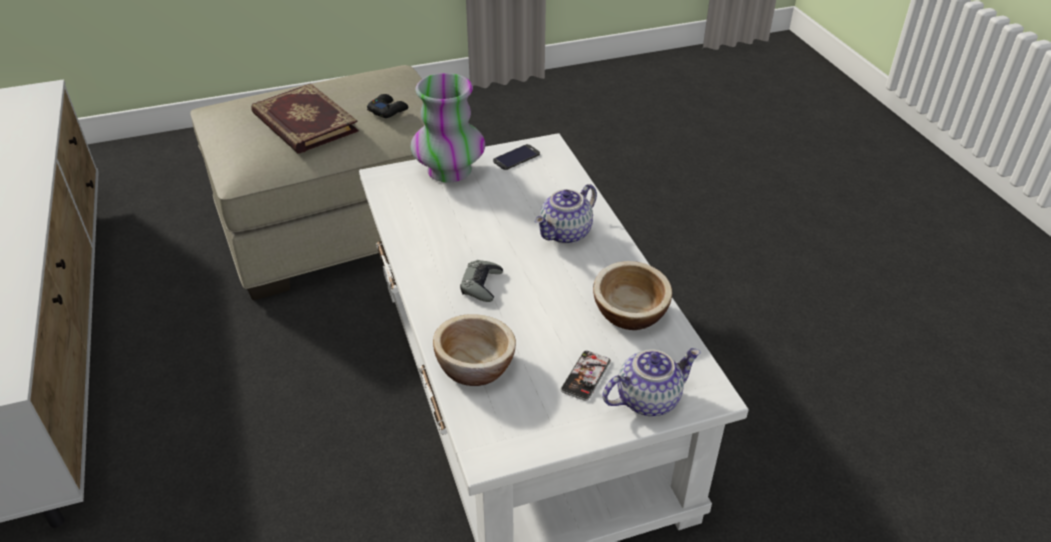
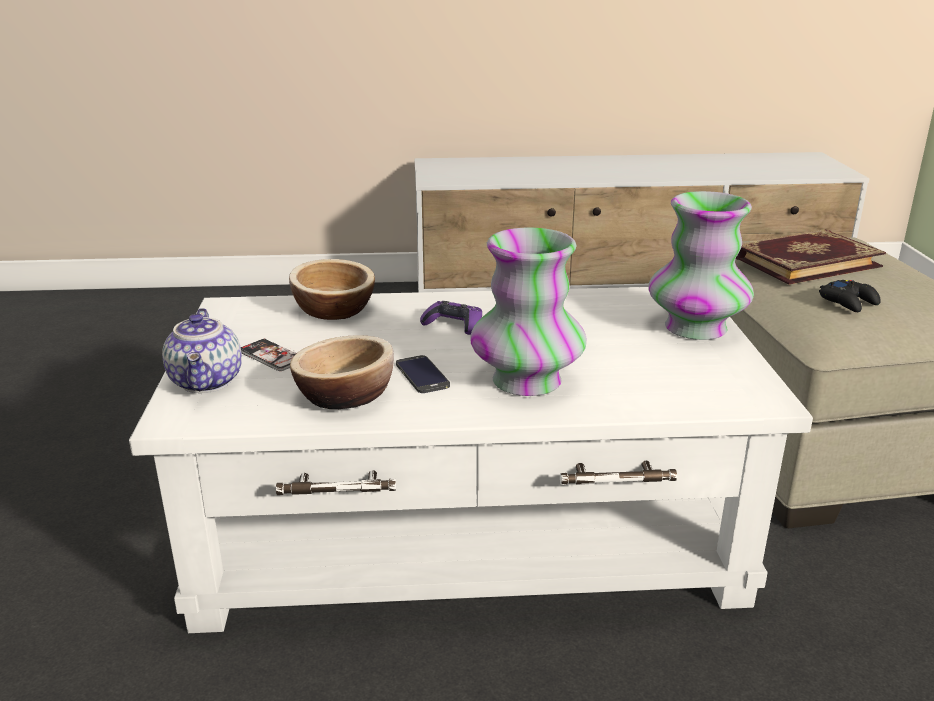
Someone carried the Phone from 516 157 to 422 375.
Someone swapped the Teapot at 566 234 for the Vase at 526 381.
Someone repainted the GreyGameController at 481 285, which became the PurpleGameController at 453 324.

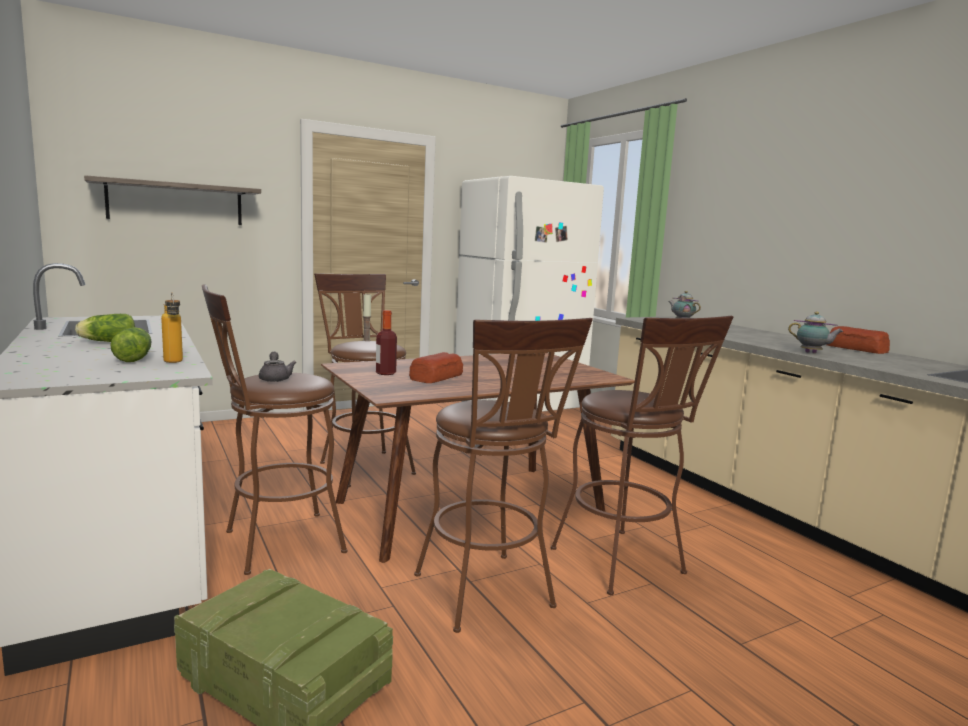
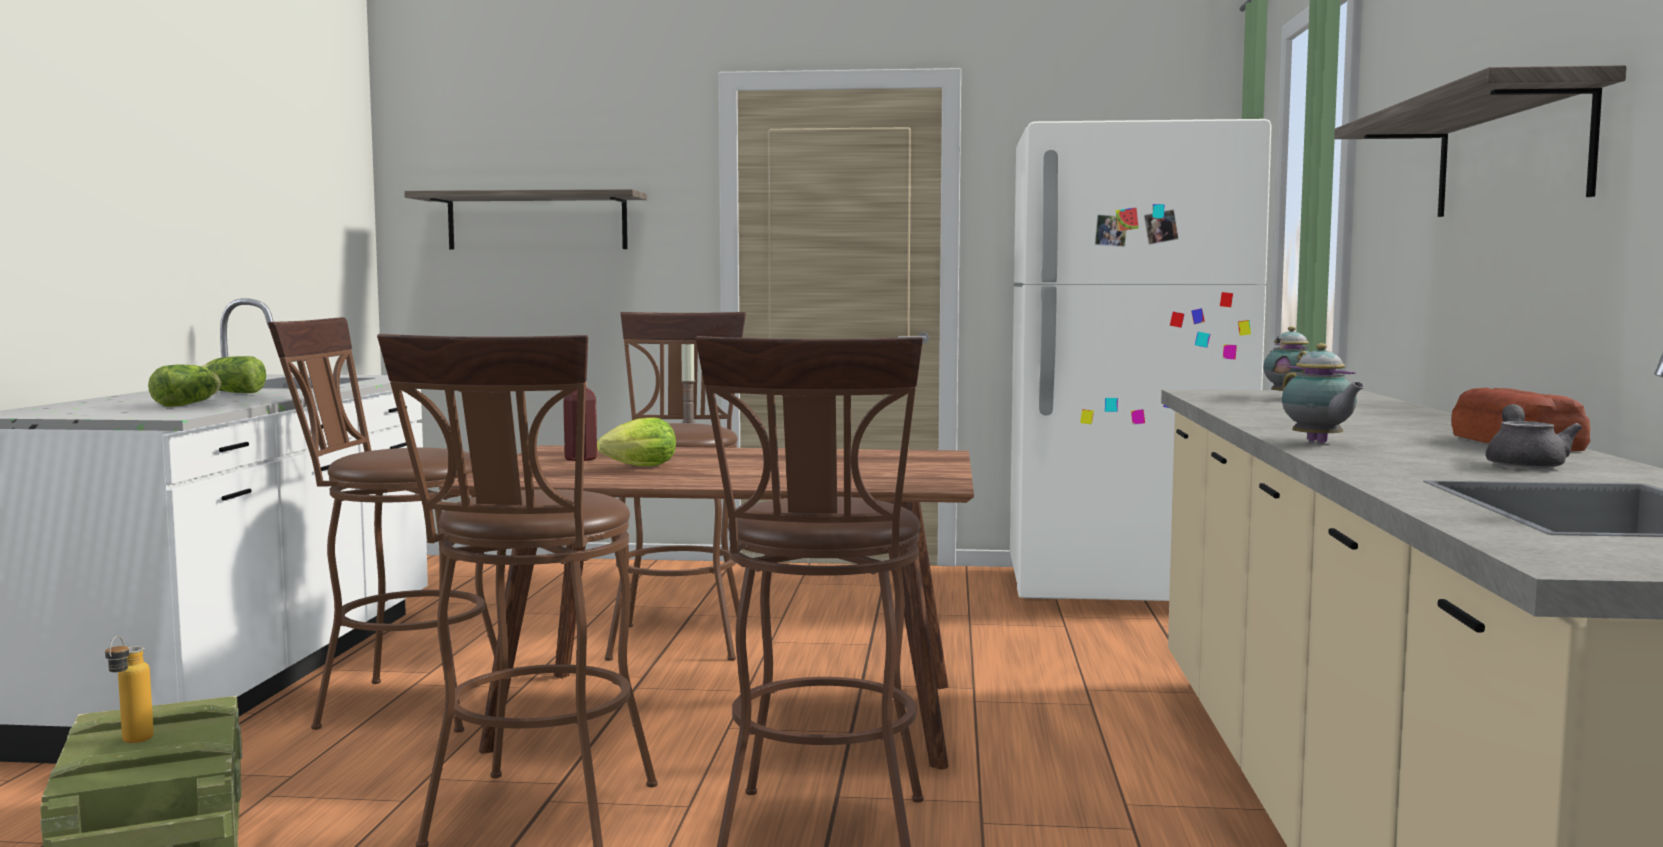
Someone put up the Shelf at 1510 154.
Someone carried the Bottle from 174 362 to 131 743.
Someone carried the GreyTeapot from 275 378 to 1524 464.
Someone swapped the Bread at 437 377 for the Lettuce at 636 467.

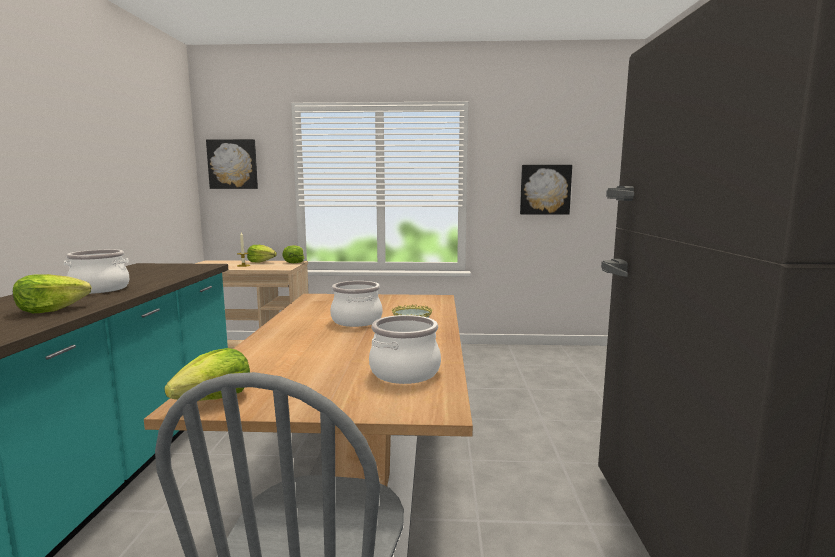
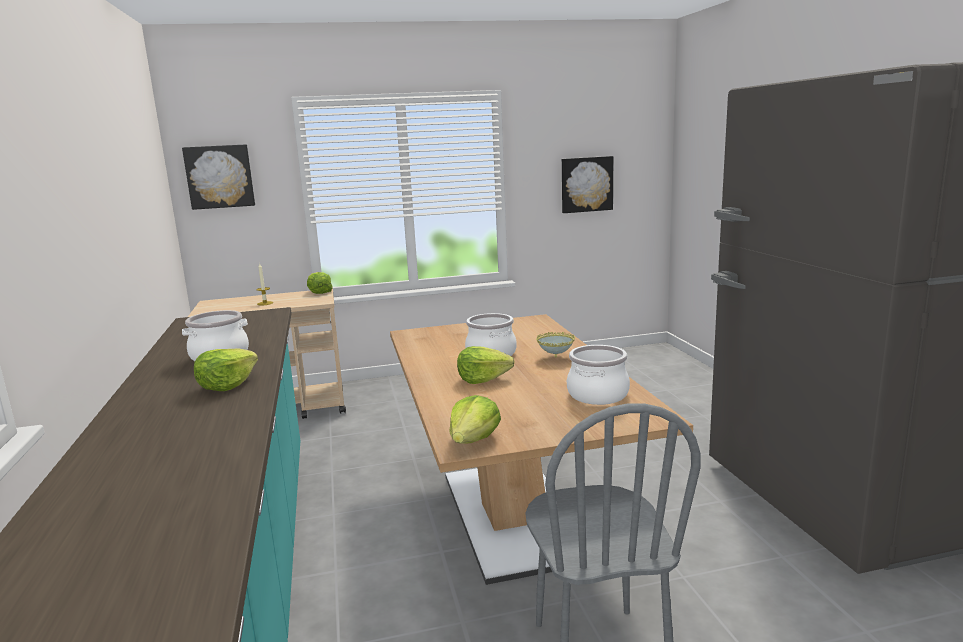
Someone carried the Lettuce from 261 262 to 483 379.

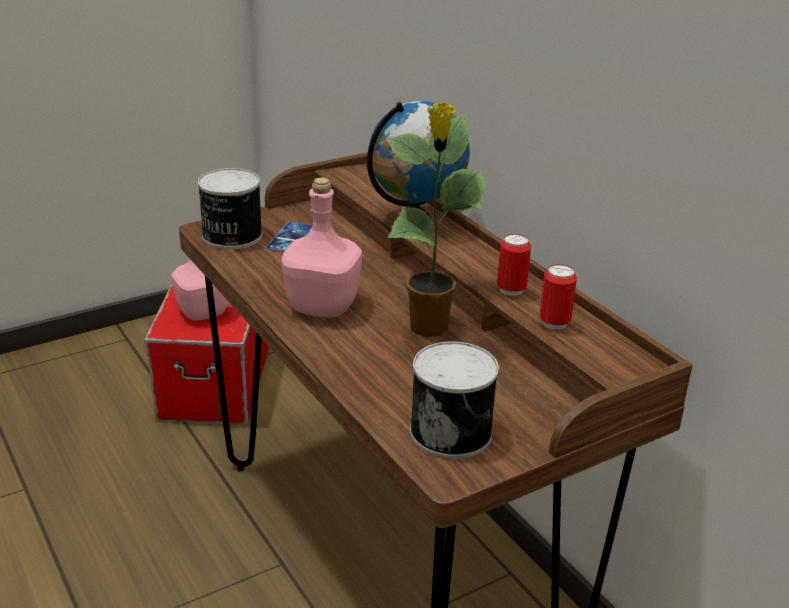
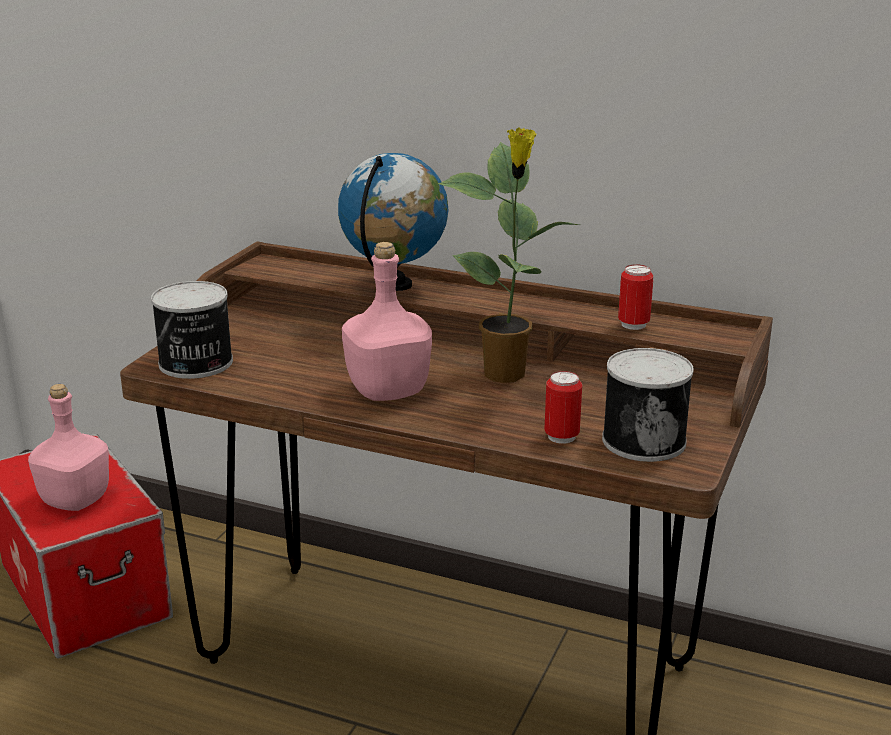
Someone took away the Phone at 290 238.
Someone carried the Can from 511 289 to 561 437.

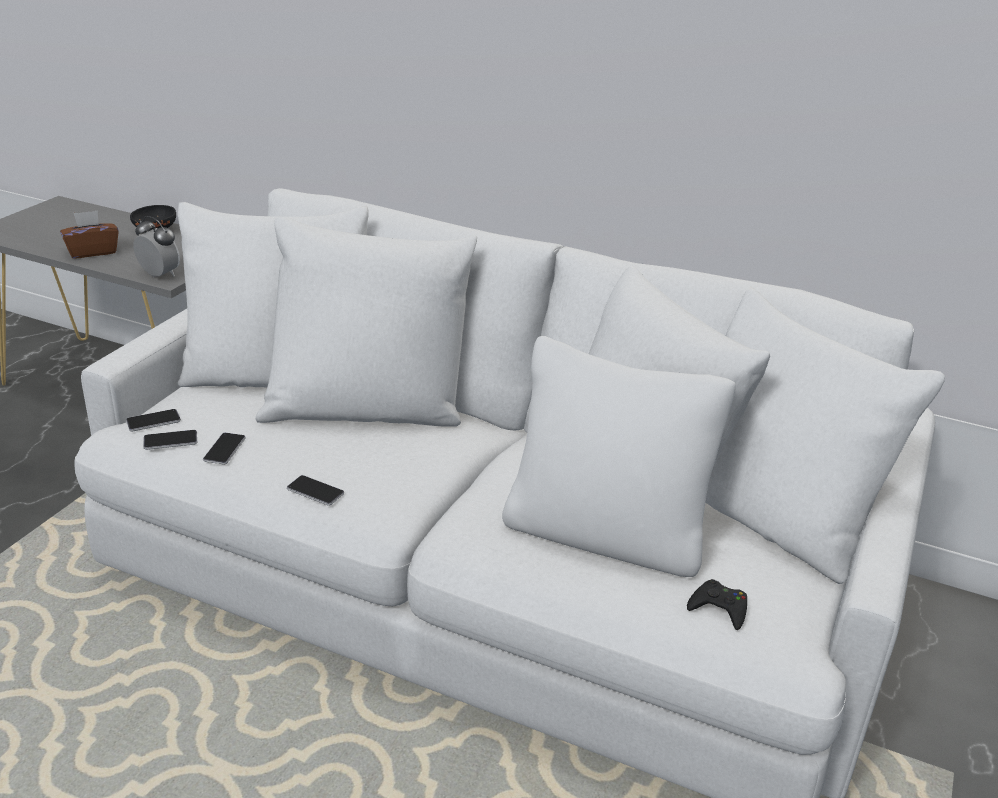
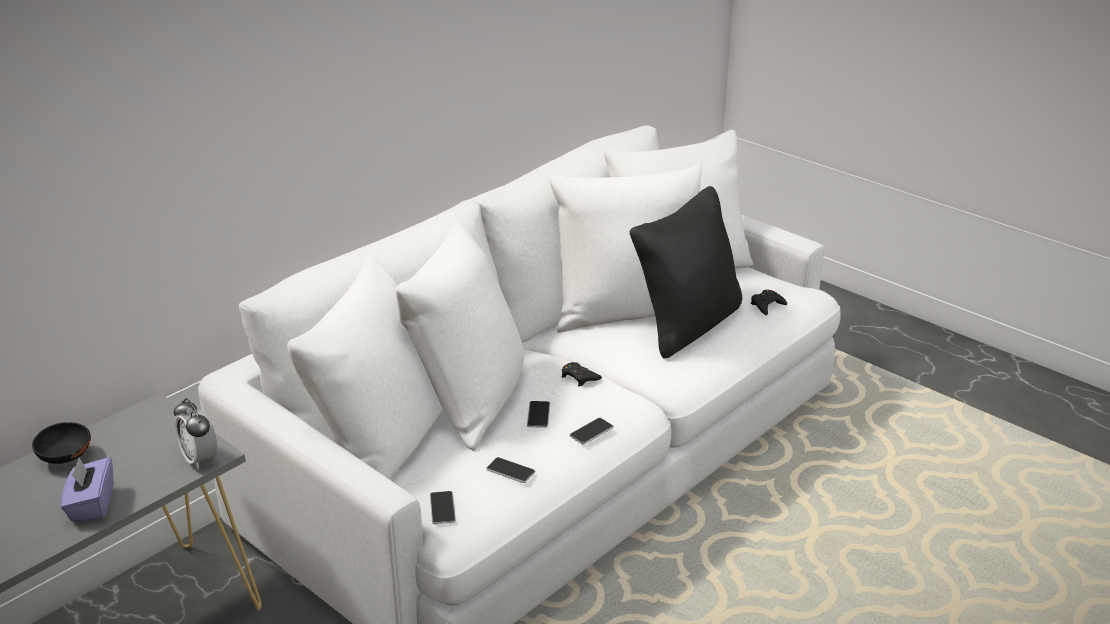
Someone put down the BlackGameController at 579 377.
Someone carried the Phone from 170 441 to 538 415.
Someone repainted the BrownTissueBox at 92 251, which became the PurpleTissueBox at 91 505.
Someone repainted the WhitePillow at 605 534, which became the BlackPillow at 686 325.
Someone rotated the AlarmClock at 159 275 by 90 degrees counterclockwise.

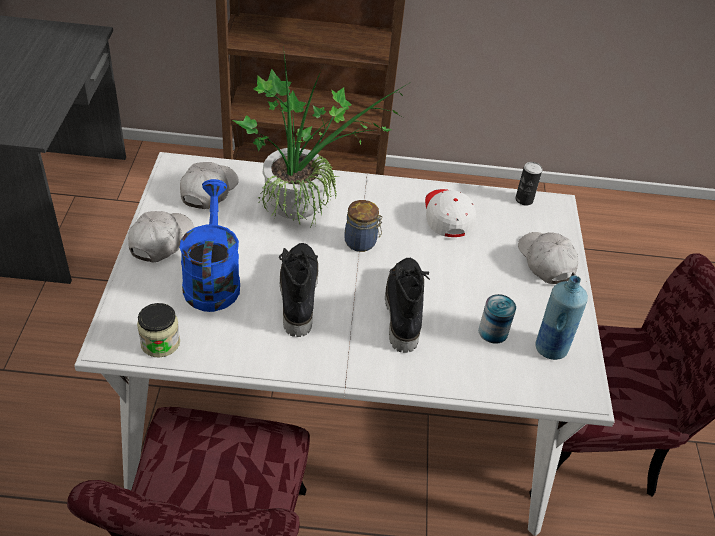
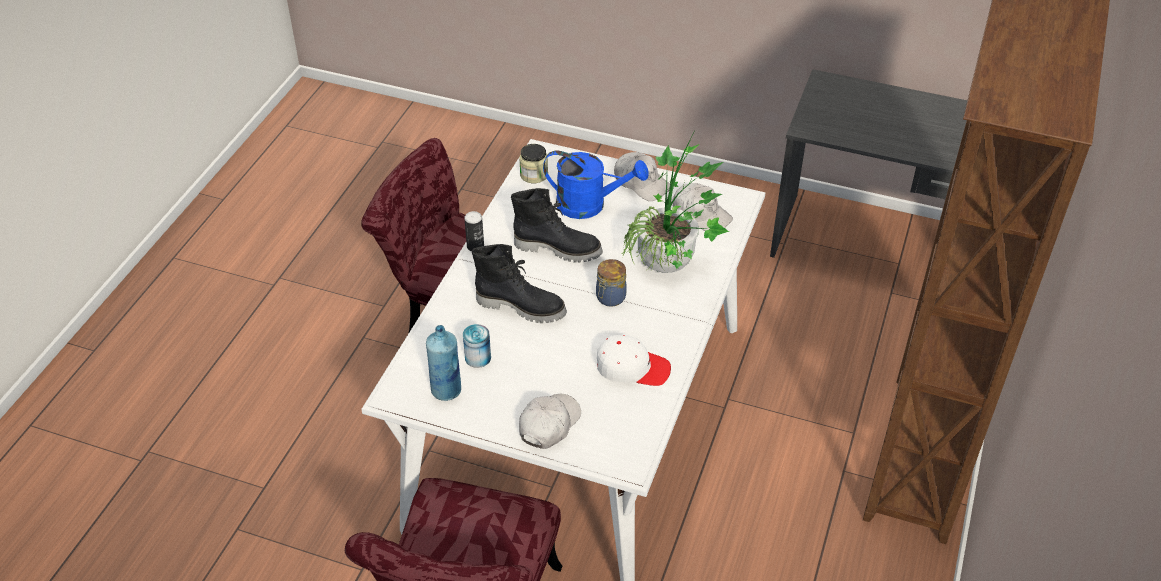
Someone carried the Can from 524 200 to 475 246.
Someone rotated the WhiteCap at 545 261 by 60 degrees counterclockwise.

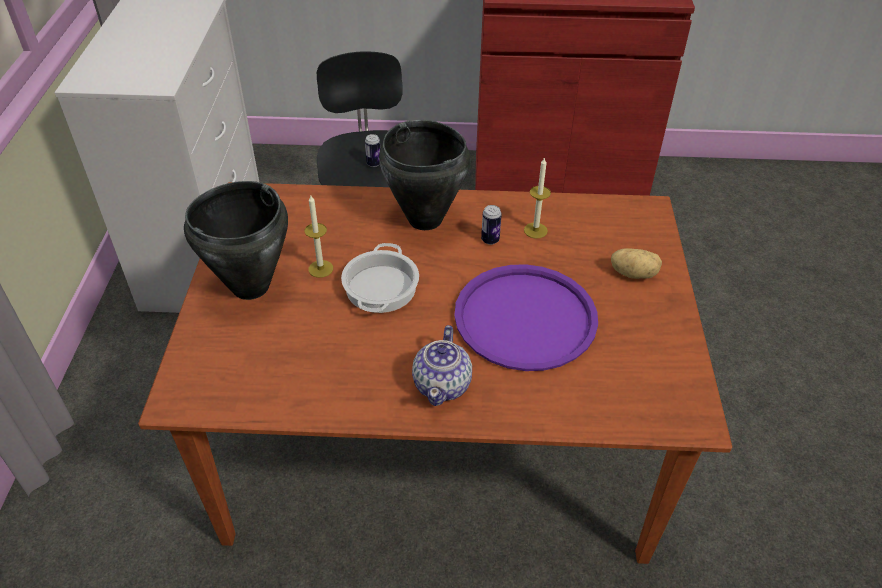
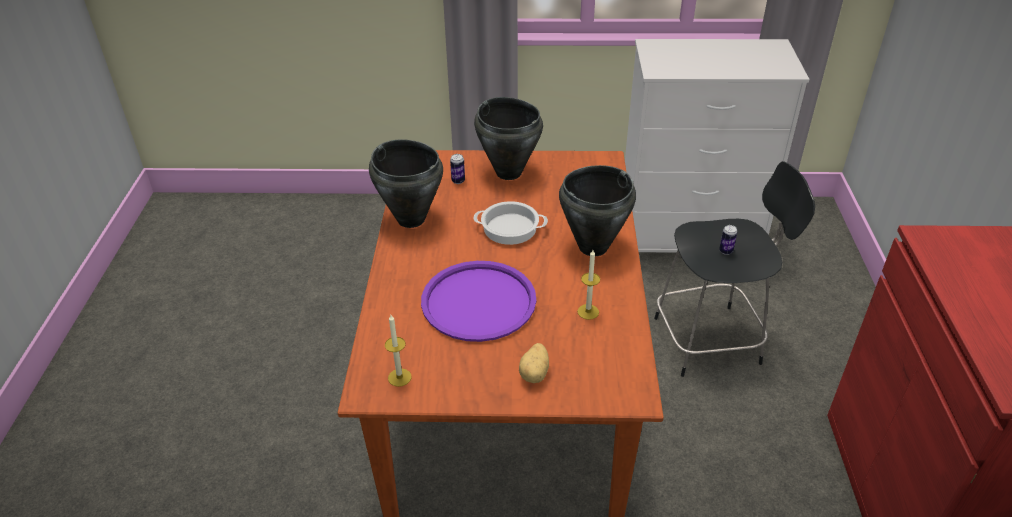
Someone took away the Teapot at 443 384.
Someone put down the BlackCookingPot at 411 219.
Someone carried the Candle from 320 269 to 399 377.
Someone carried the Can from 490 240 to 458 181.

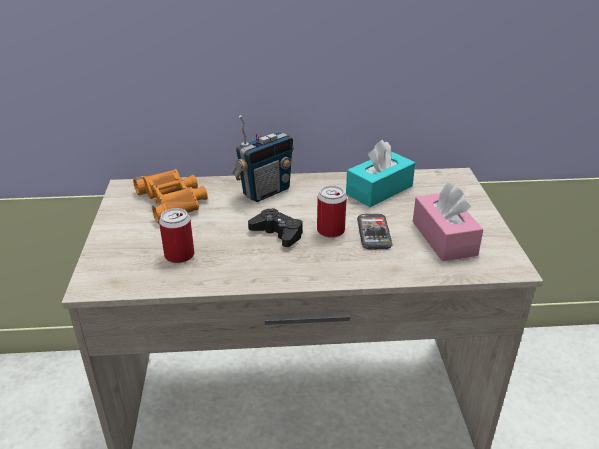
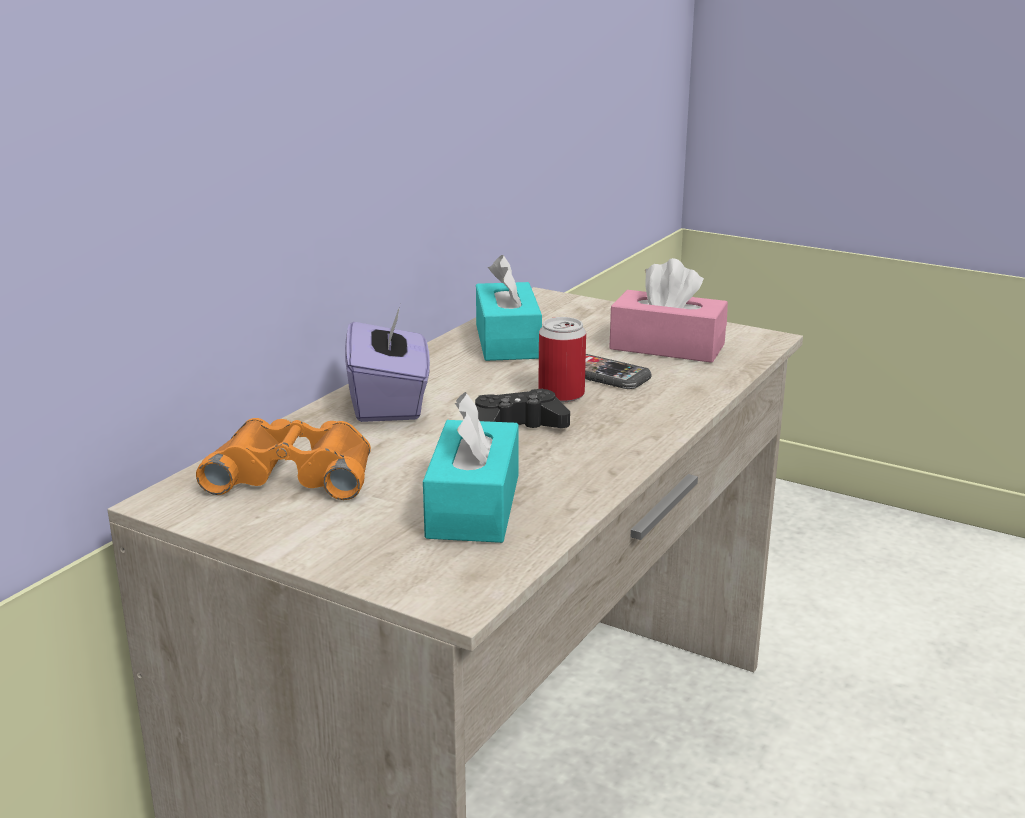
Someone swapped the Can at 179 255 for the TurquoiseTissueBox at 473 506.
Someone swapped the Radio at 265 191 for the PurpleTissueBox at 390 402.

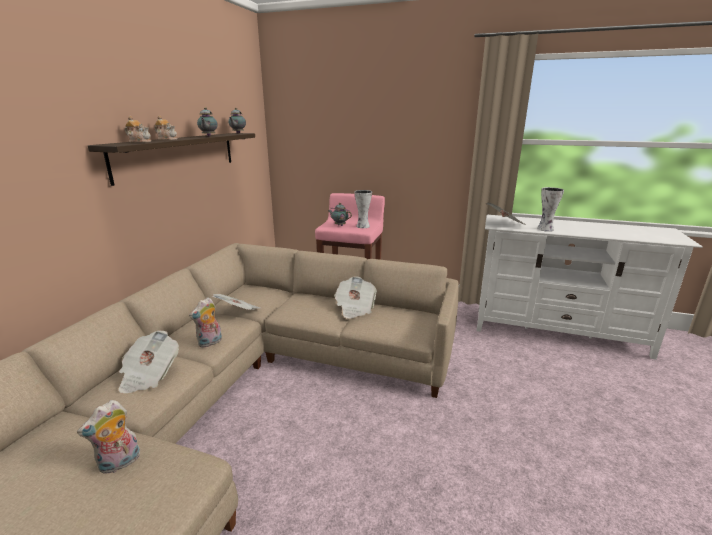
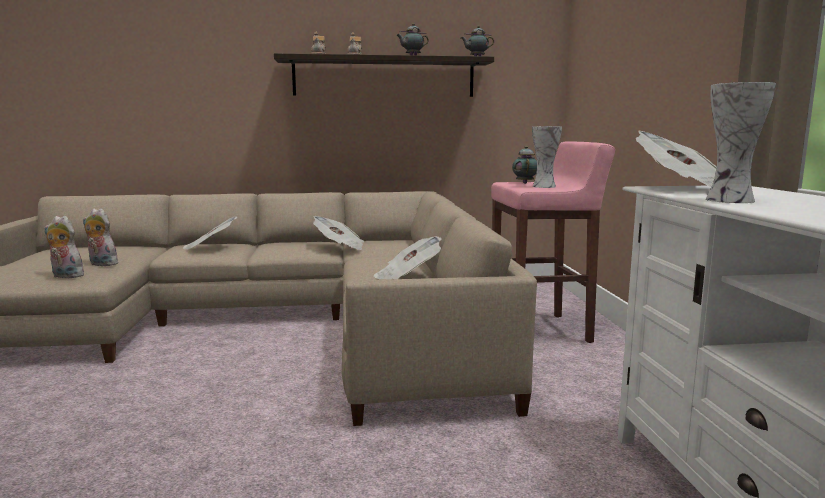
Someone carried the PlushToy from 210 343 to 65 276.

